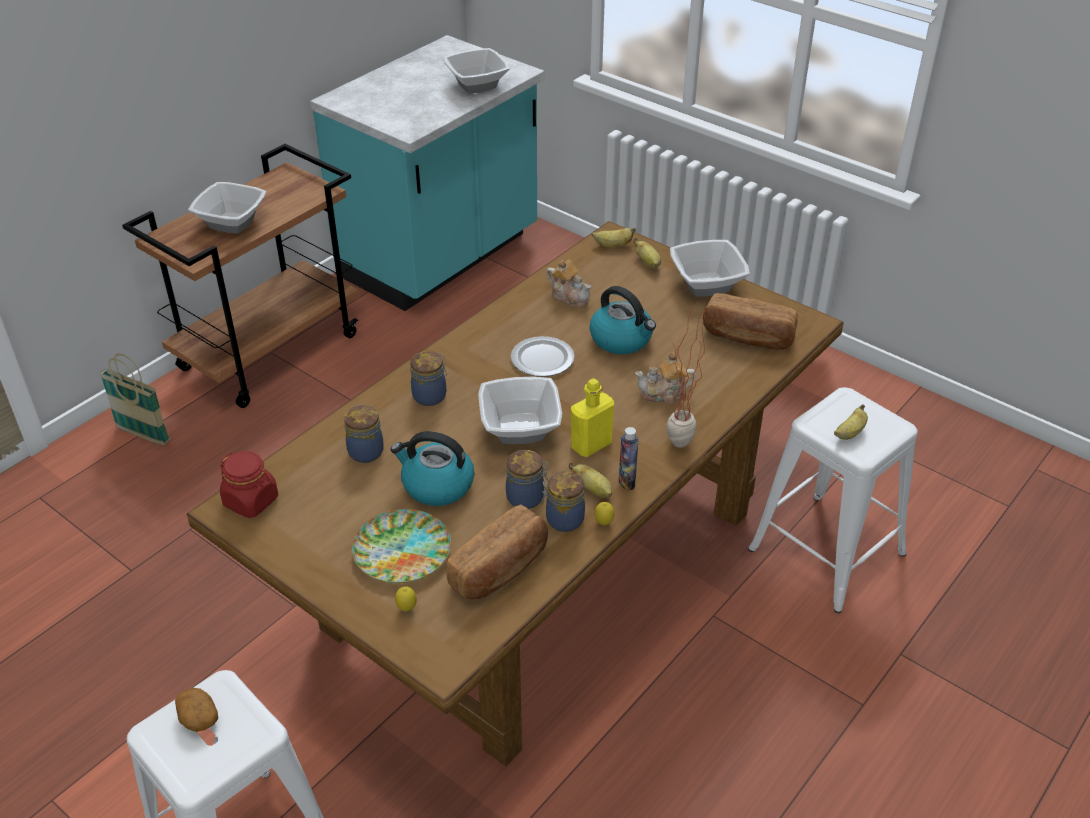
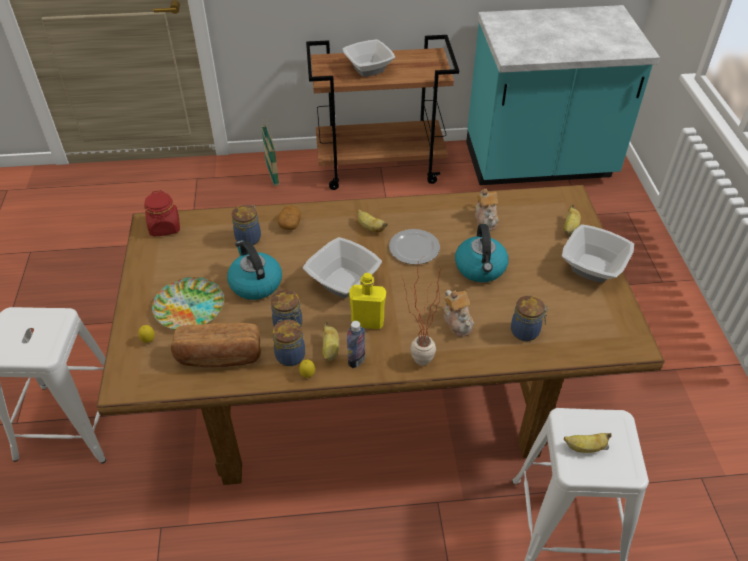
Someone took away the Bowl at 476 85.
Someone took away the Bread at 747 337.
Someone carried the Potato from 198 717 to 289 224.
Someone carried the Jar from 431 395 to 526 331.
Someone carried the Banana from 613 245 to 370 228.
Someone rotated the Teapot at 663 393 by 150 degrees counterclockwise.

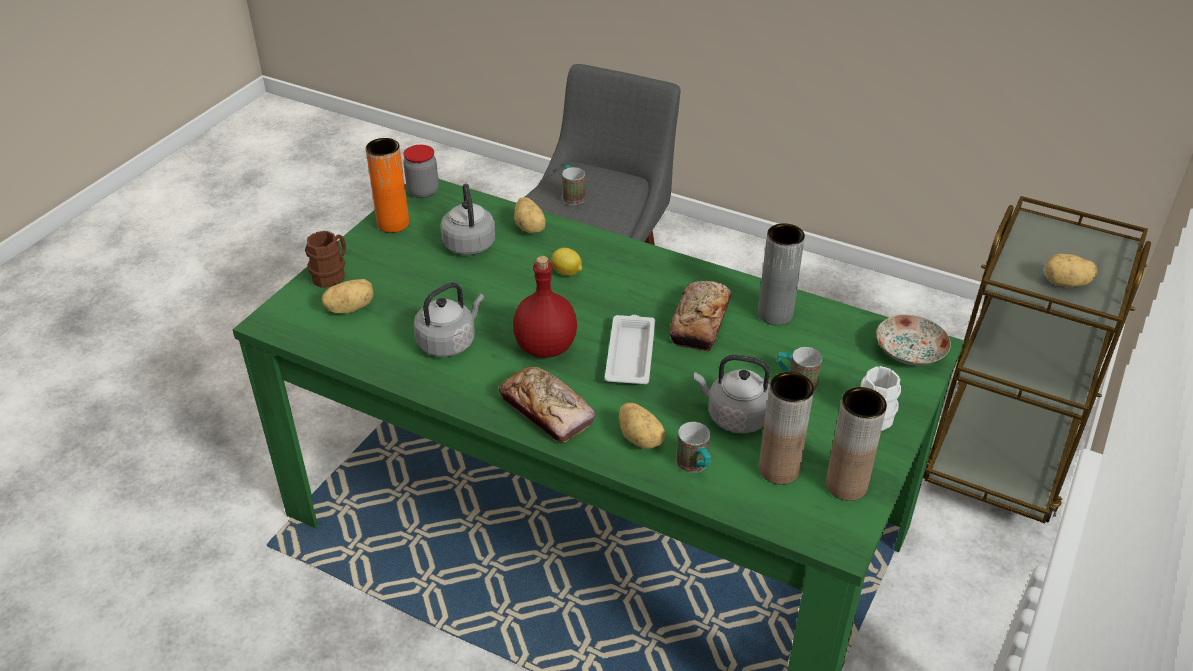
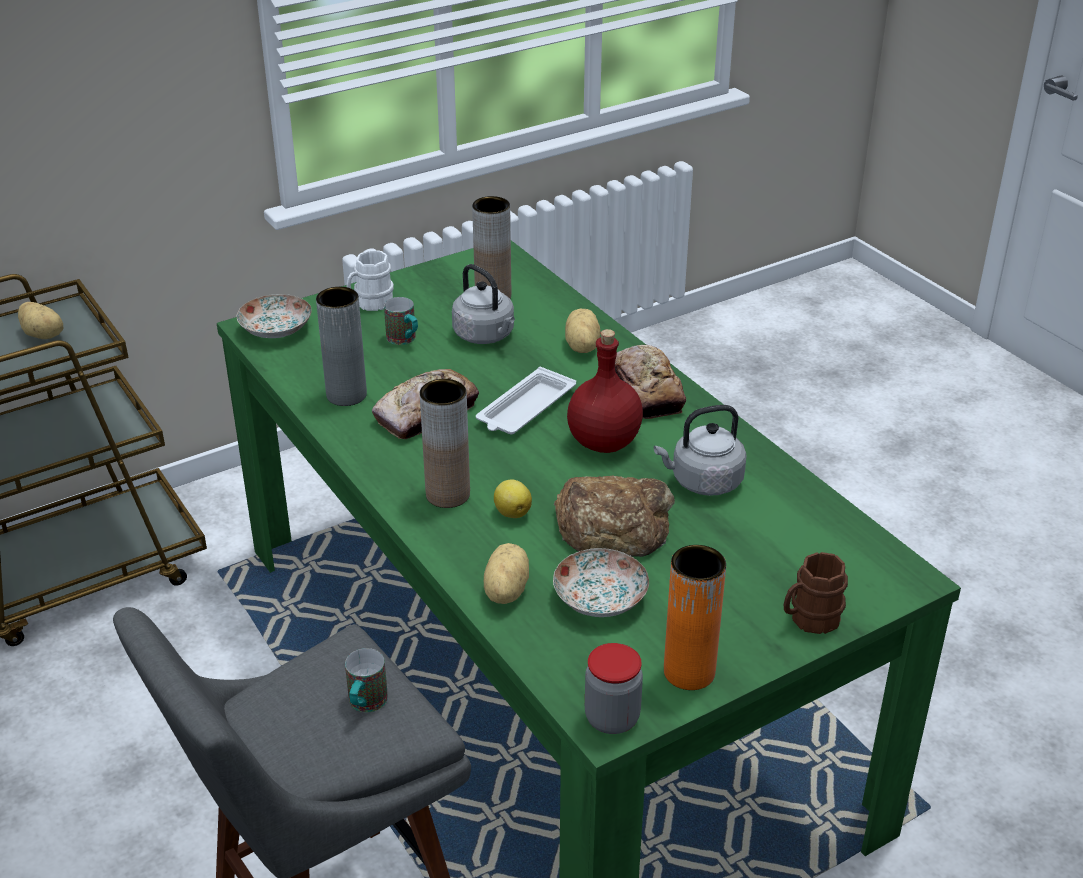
Someone took away the Potato at 350 308.
Someone took away the Mug at 695 467.
Someone put down the Bread at 614 524.
Someone carried the BrownVase from 846 485 to 448 494.
Someone swapped the GreyKettle at 469 242 for the Plate at 601 598.

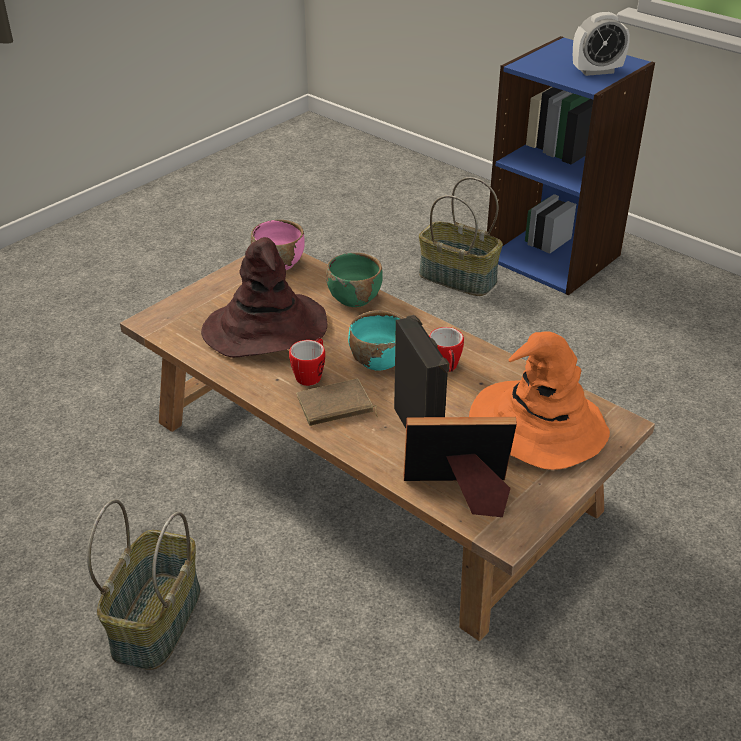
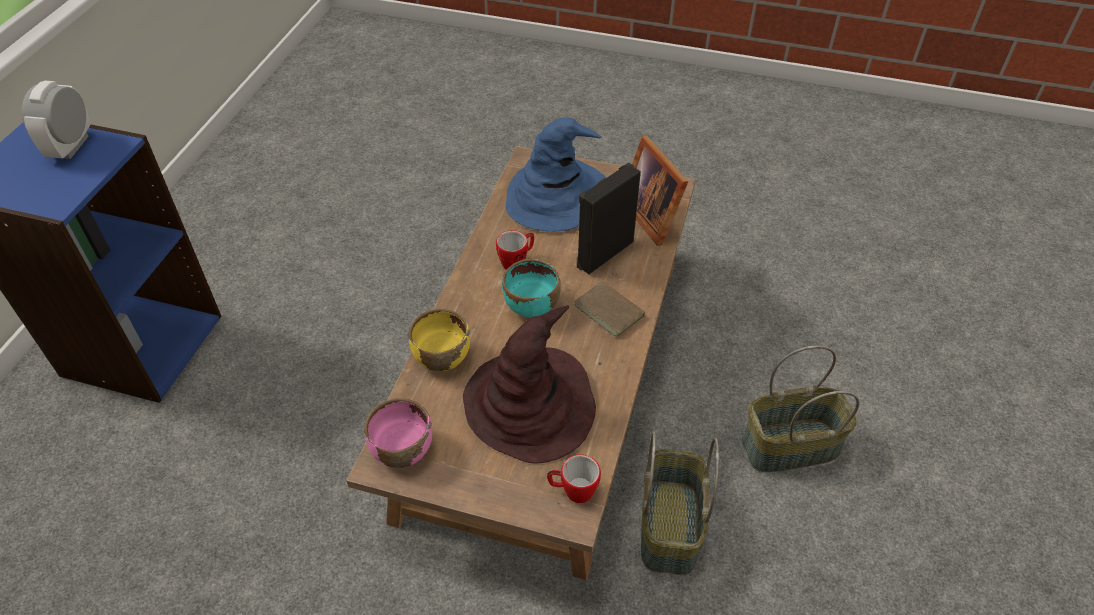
Someone carried the Mug from 311 374 to 573 491.
Someone carried the Basket from 456 278 to 671 528.
Someone repainted the GreenBowl at 354 298, which became the YellowBowl at 441 357.
Someone repainted the OrangeHat at 536 426, which became the BlueHat at 557 197.
Someone rotated the AlarmClock at 596 71 by 135 degrees counterclockwise.

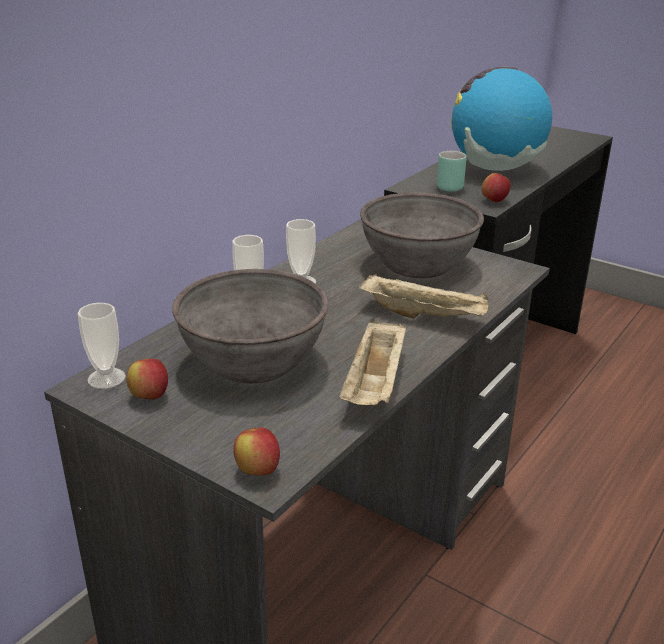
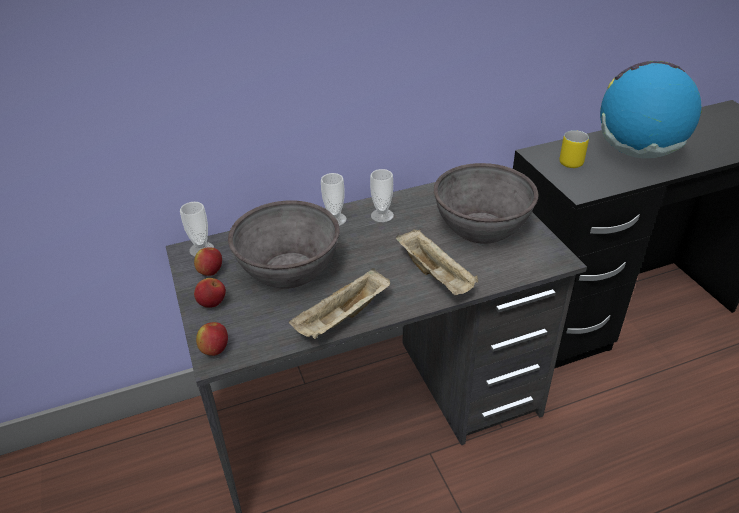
Someone carried the Apple from 494 201 to 212 303.
Someone repainted the TurquoiseMug at 446 186, which became the YellowMug at 570 160.

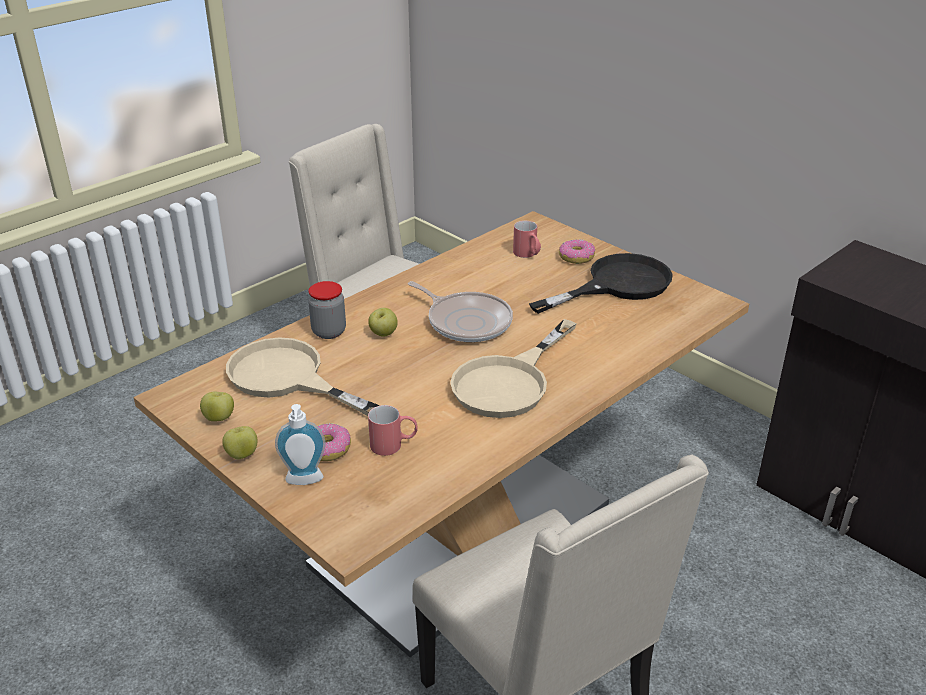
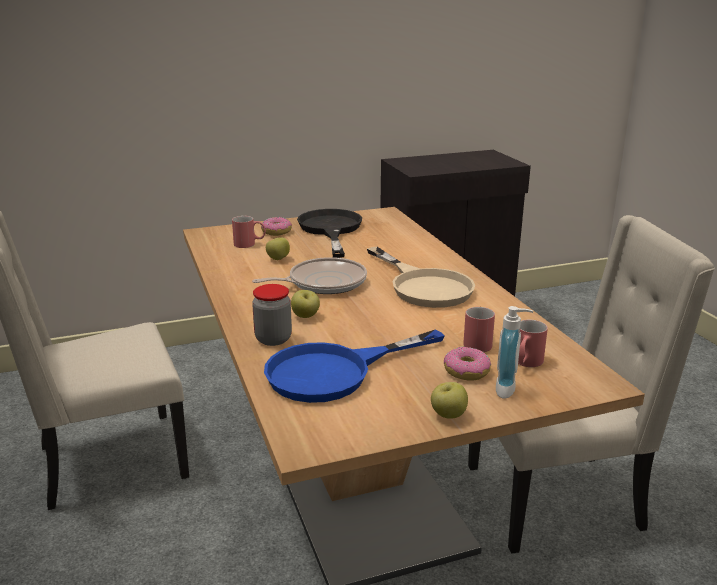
Someone put down the RedMug at 525 363.
Someone carried the Apple from 219 418 to 278 259.
Someone repainted the BeigeFryingPan at 288 378, which became the BlueFryingPan at 335 371.

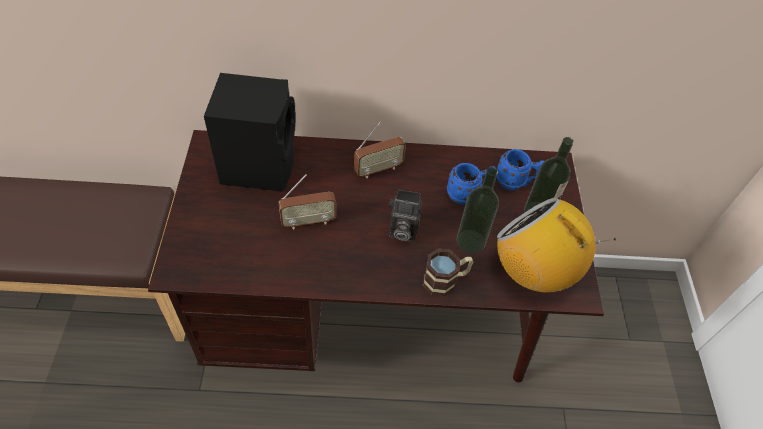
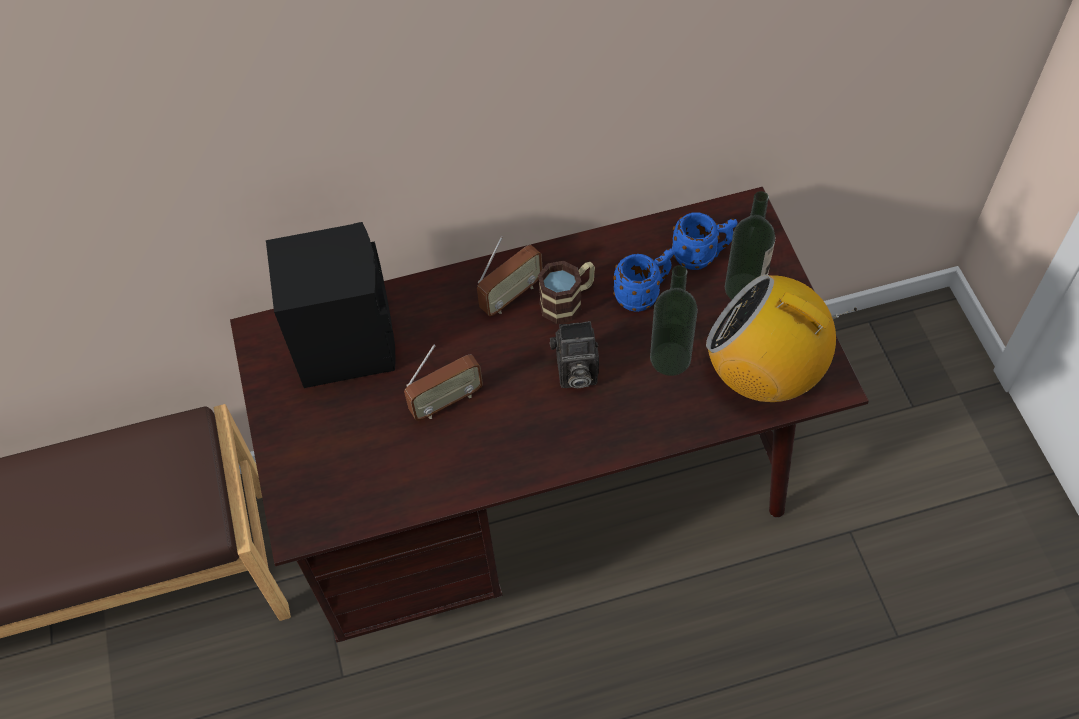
Someone carried the Mug from 445 280 to 568 301.

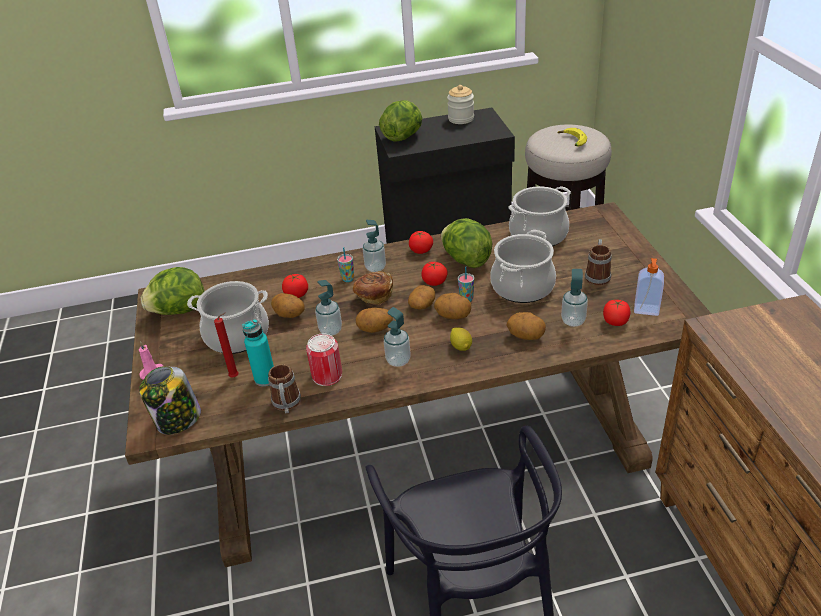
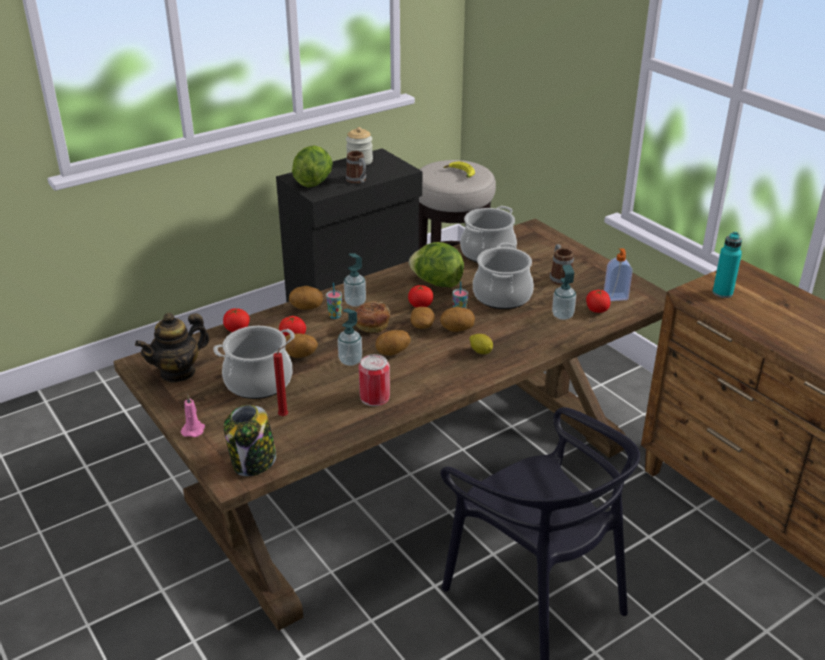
Someone took away the SoapDispenser at 398 360.
Someone carried the TurquoiseBottle from 265 379 to 722 293.
Someone carried the Mug from 286 405 to 358 181.
Someone carried the Tomato from 421 250 to 237 329.
Someone carried the Potato from 526 336 to 306 308.
Someone swapped the Lettuce at 179 311 for the Teapot at 178 372.

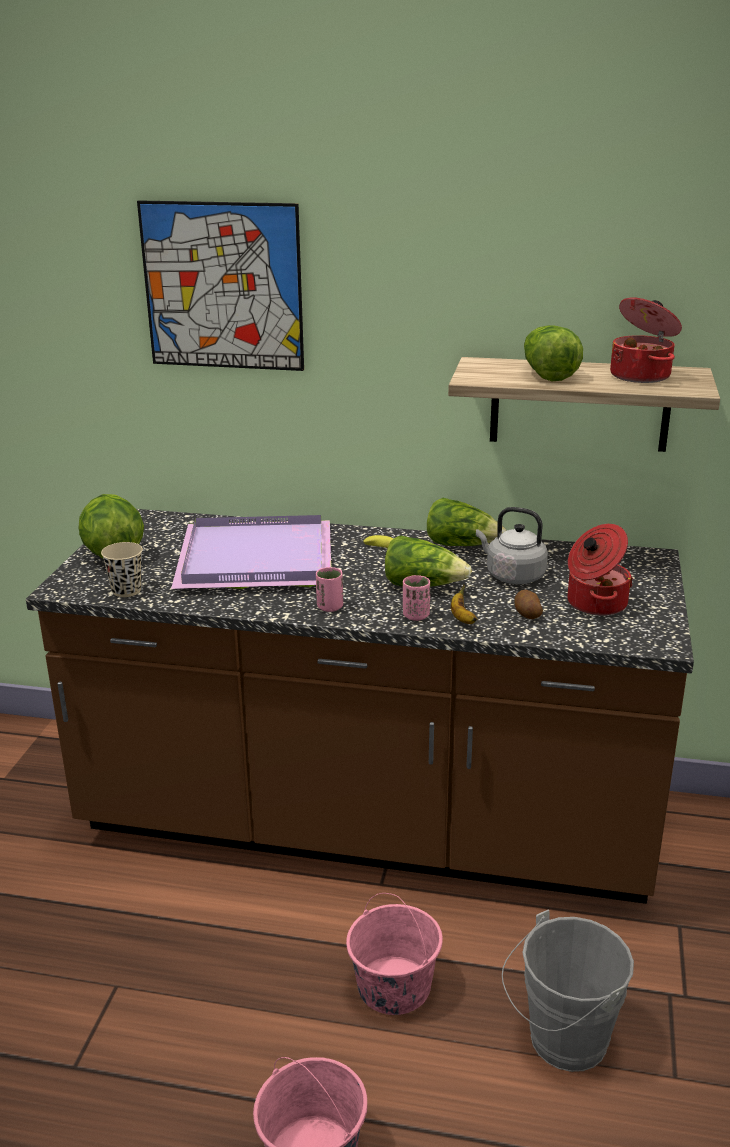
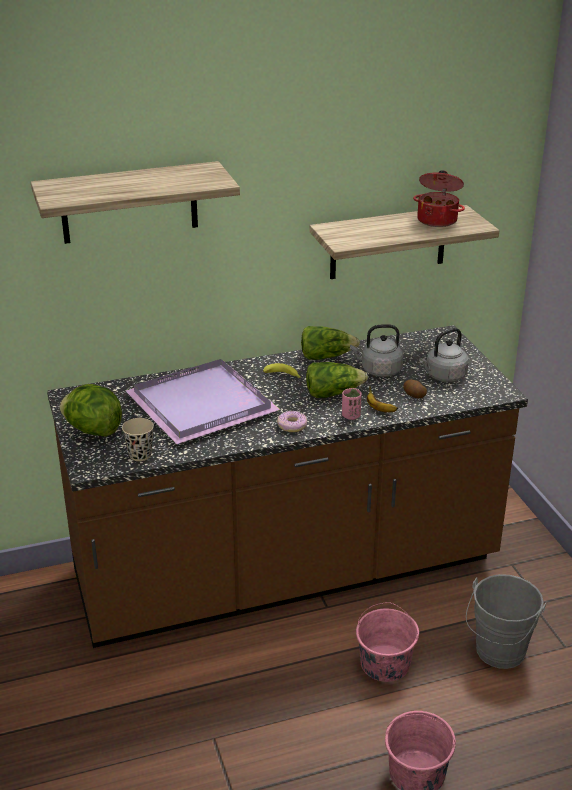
Someone took away the Lettuce at 547 373.
Someone swapped the Picture at 223 286 for the Shelf at 129 203.
Someone swapped the PinkCup at 330 607 for the Donut at 292 426.
Someone swapped the CookingPot at 594 603 for the GreyKettle at 444 376.

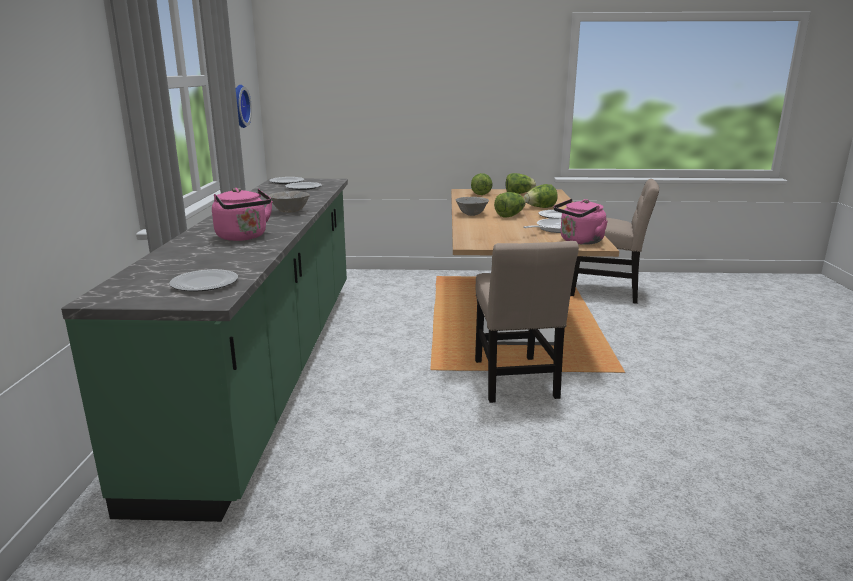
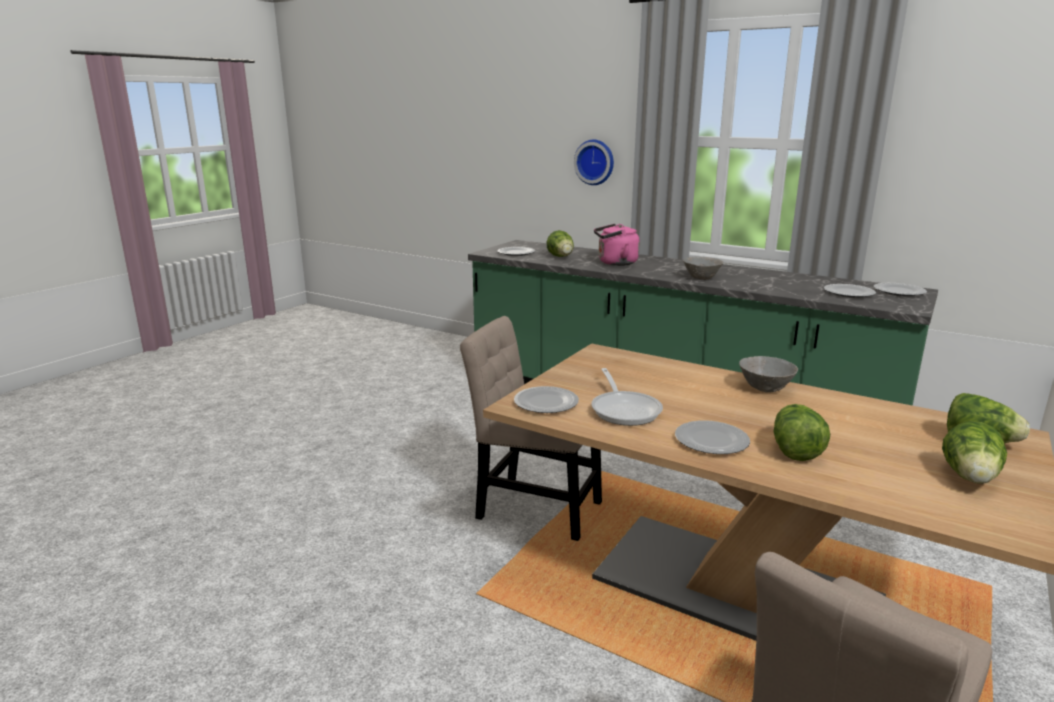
Someone carried the WallClock from 238 106 to 595 162.
Someone carried the Lettuce from 510 215 to 561 257.
Someone swapped the PinkKettle at 579 241 for the Plate at 546 402.

